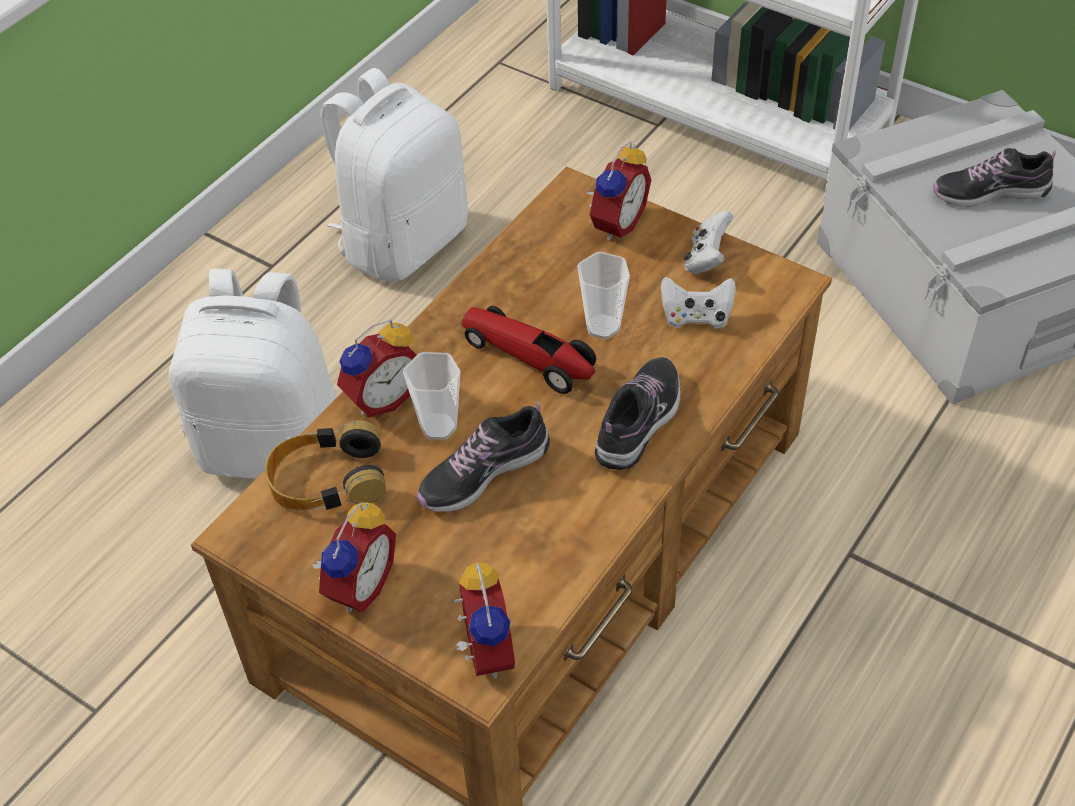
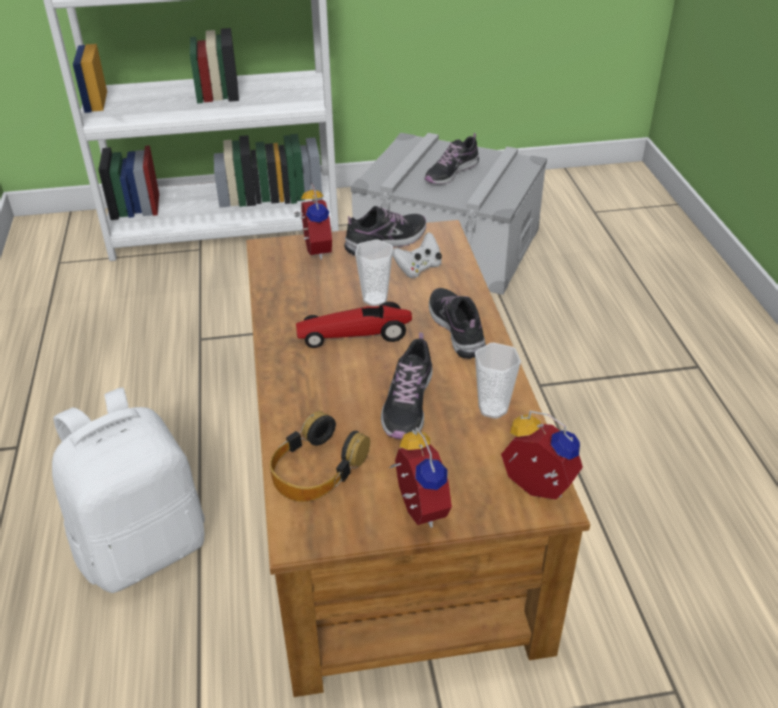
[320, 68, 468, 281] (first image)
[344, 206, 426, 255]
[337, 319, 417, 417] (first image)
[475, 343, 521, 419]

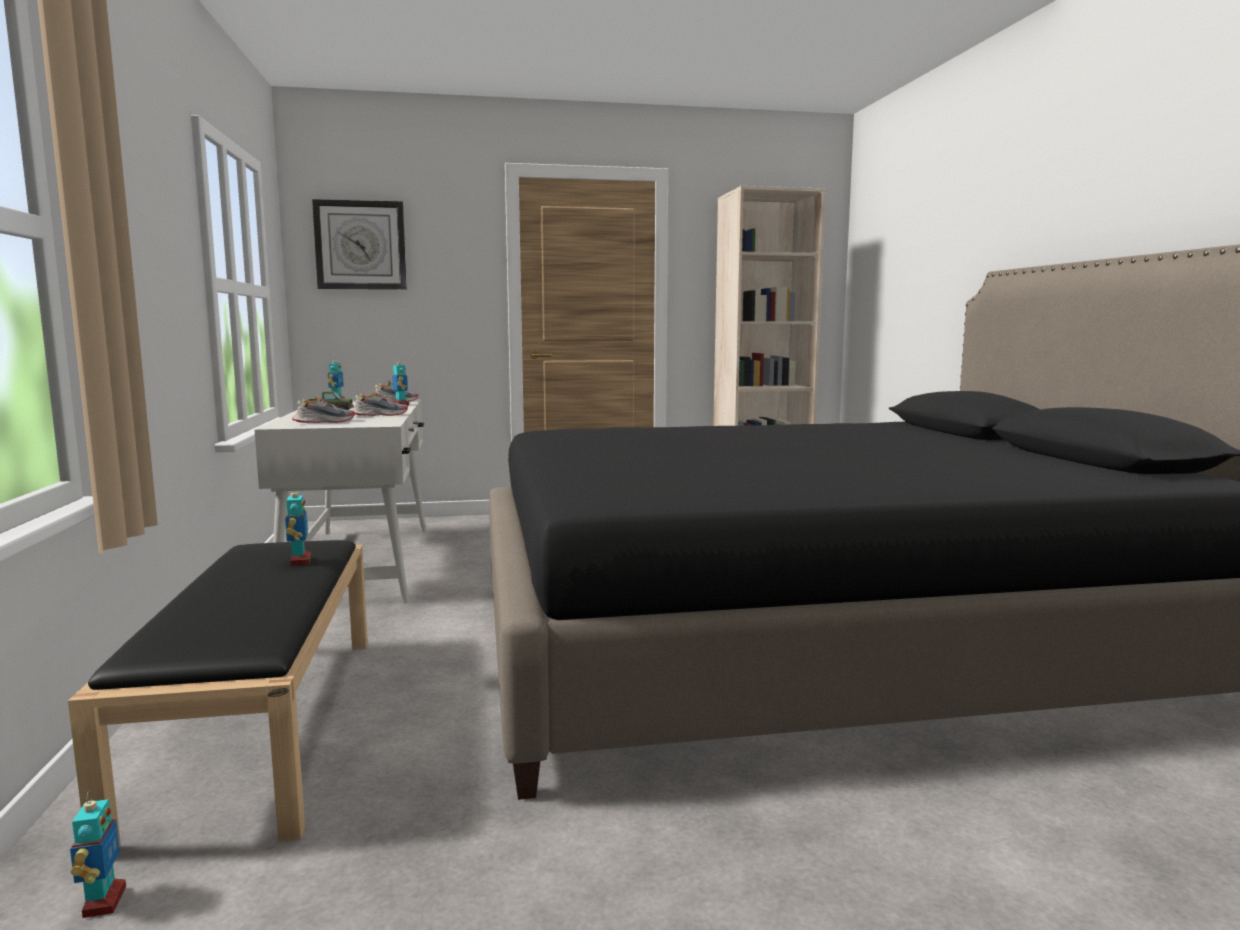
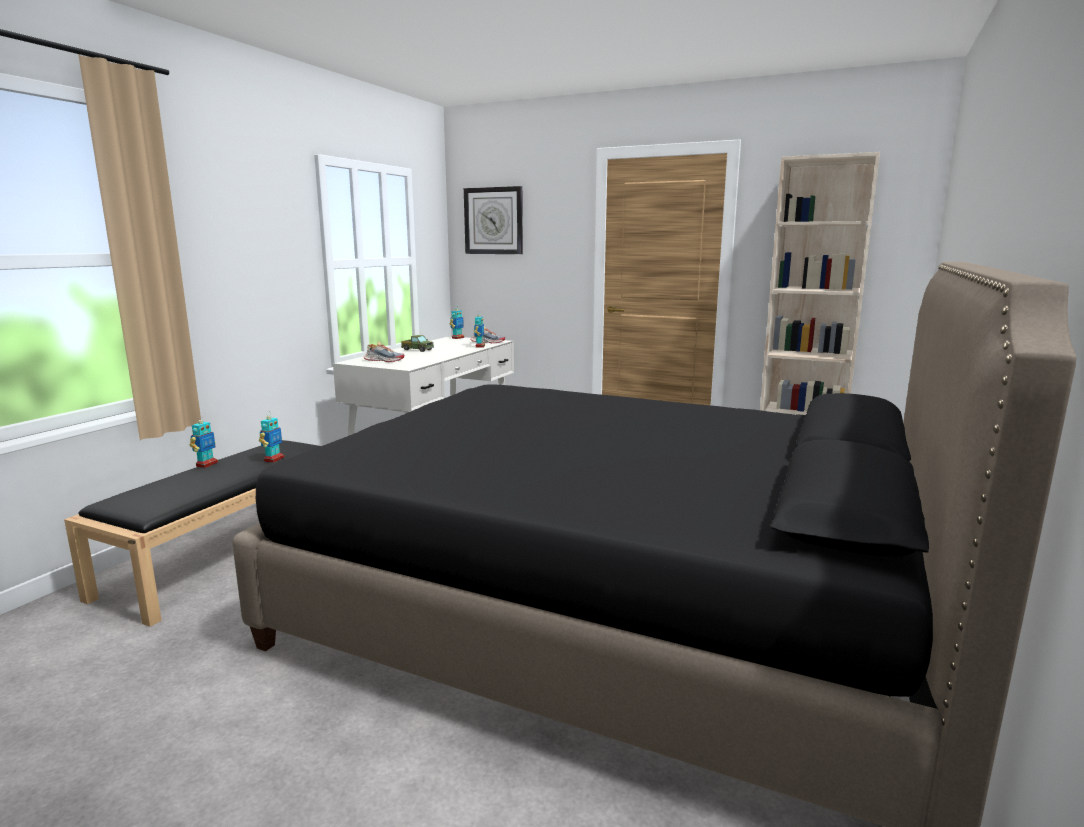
[352, 390, 408, 416] (first image)
[190, 415, 218, 468]

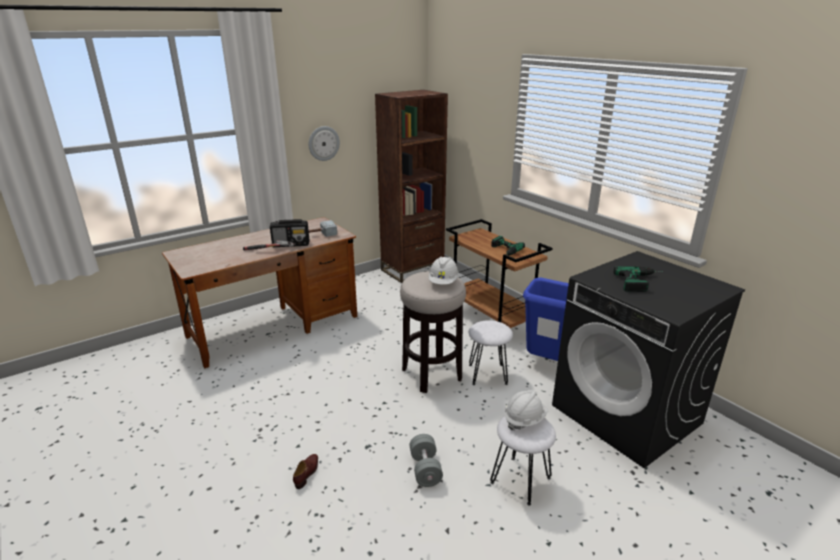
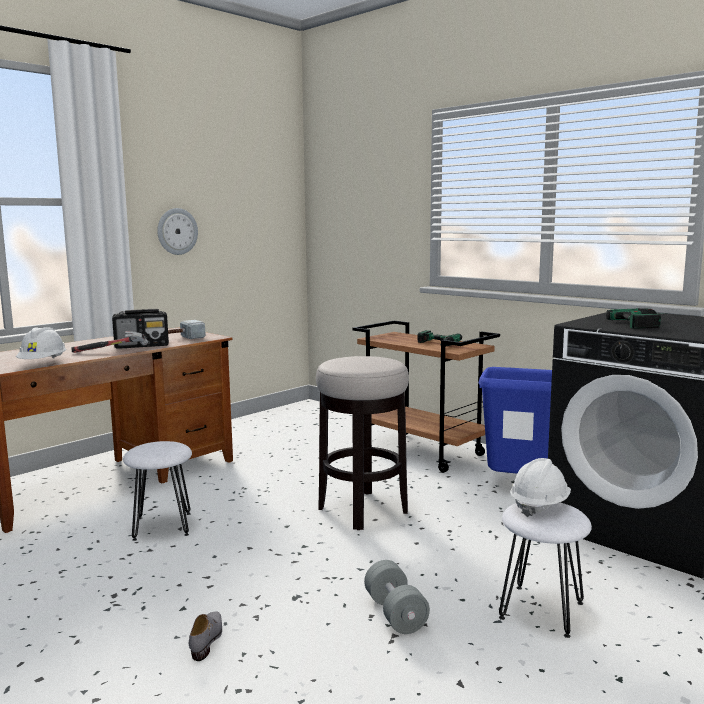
[375, 90, 448, 283] (first image)
[16, 327, 66, 359]
[123, 441, 192, 541]
[189, 612, 222, 661]

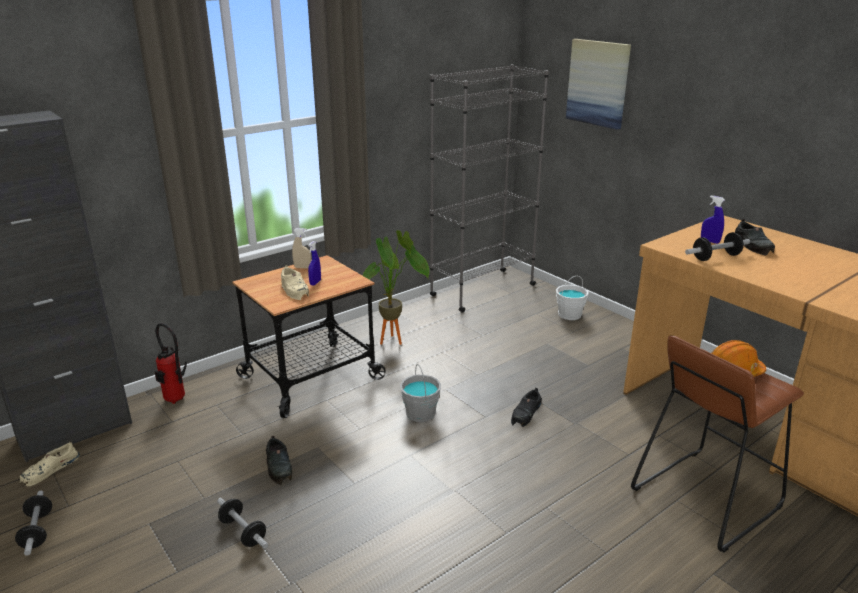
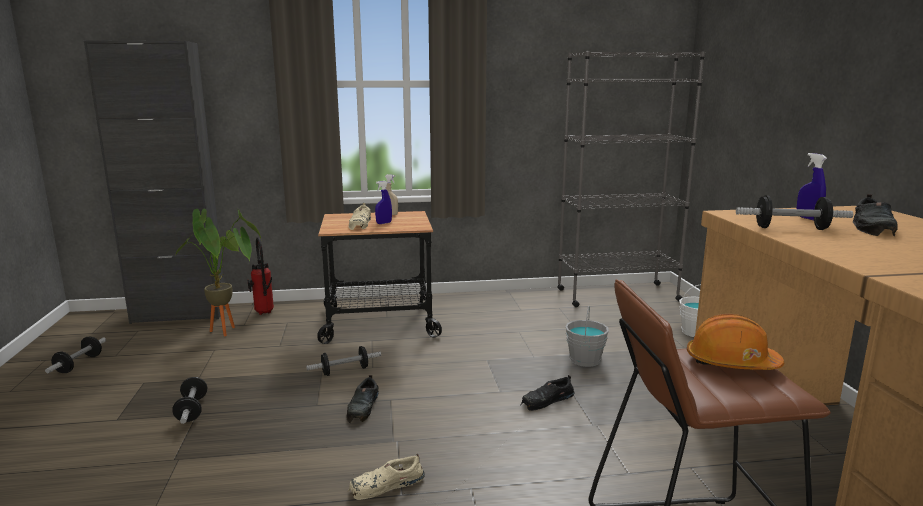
[566, 39, 631, 130] (first image)
[176, 208, 261, 336]
[565, 306, 609, 367]
[346, 375, 379, 423]
[348, 454, 425, 500]
[306, 346, 381, 376]

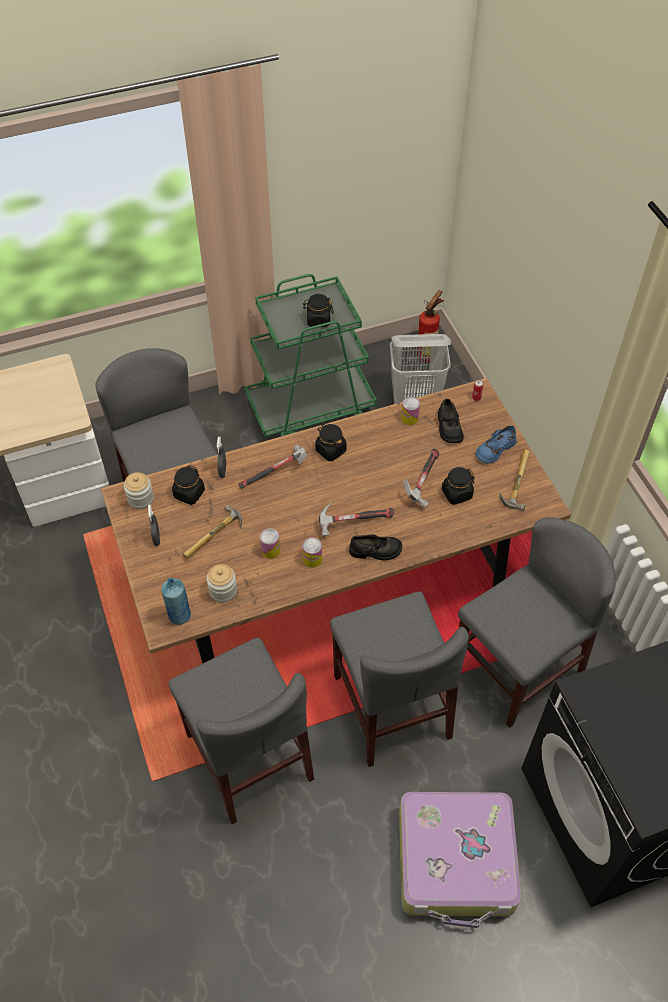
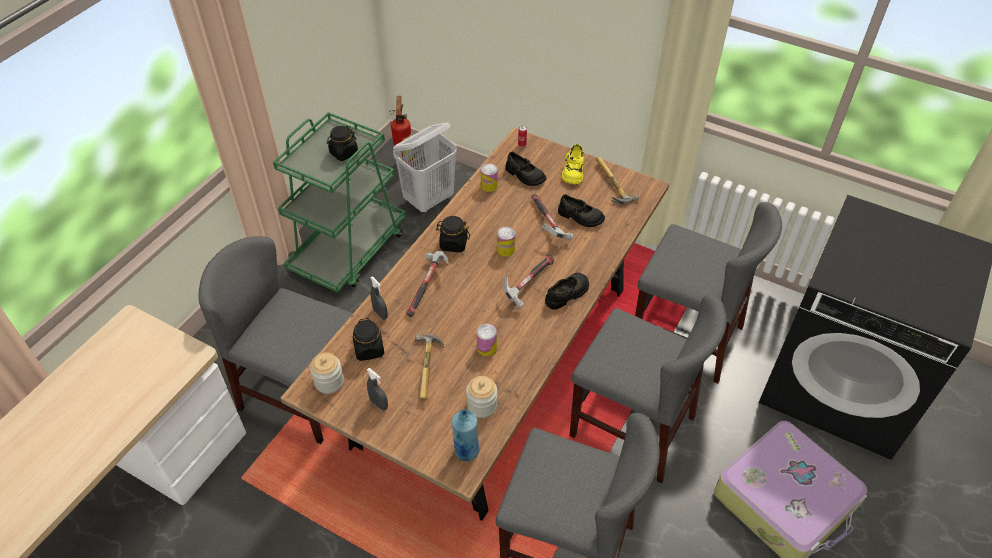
[562, 144, 584, 184]
[558, 194, 605, 227]
[635, 202, 782, 384]
[497, 227, 515, 257]

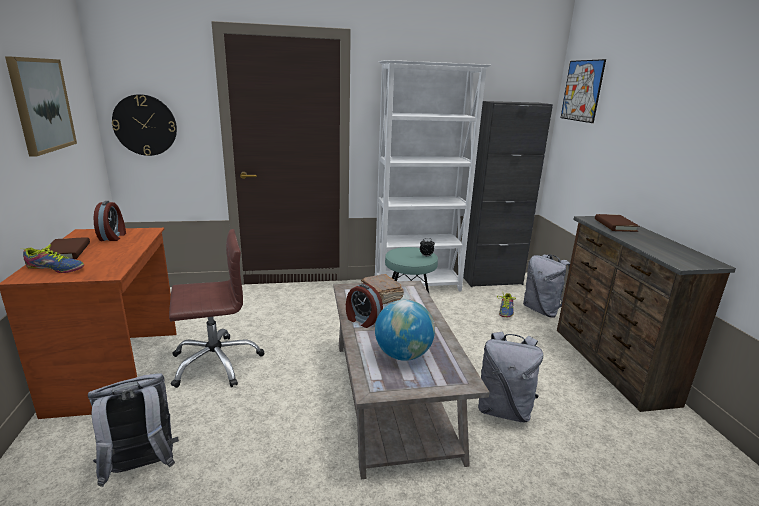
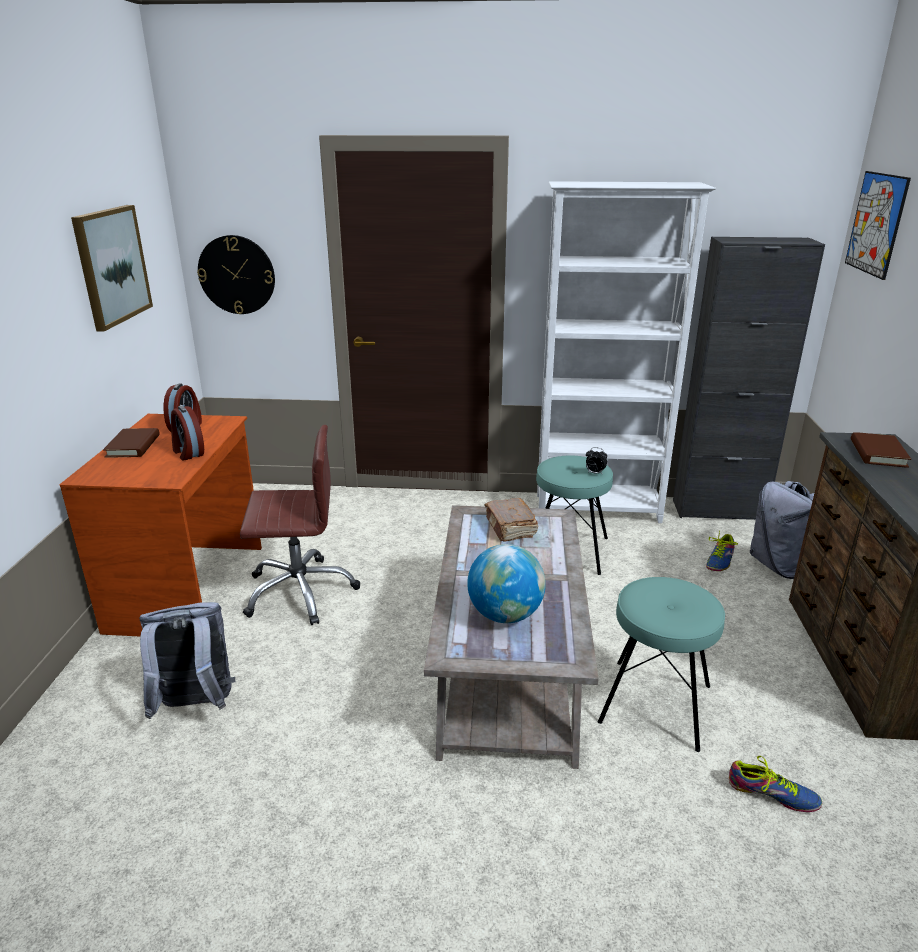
[729, 756, 822, 812]
[171, 406, 204, 461]
[598, 577, 725, 752]

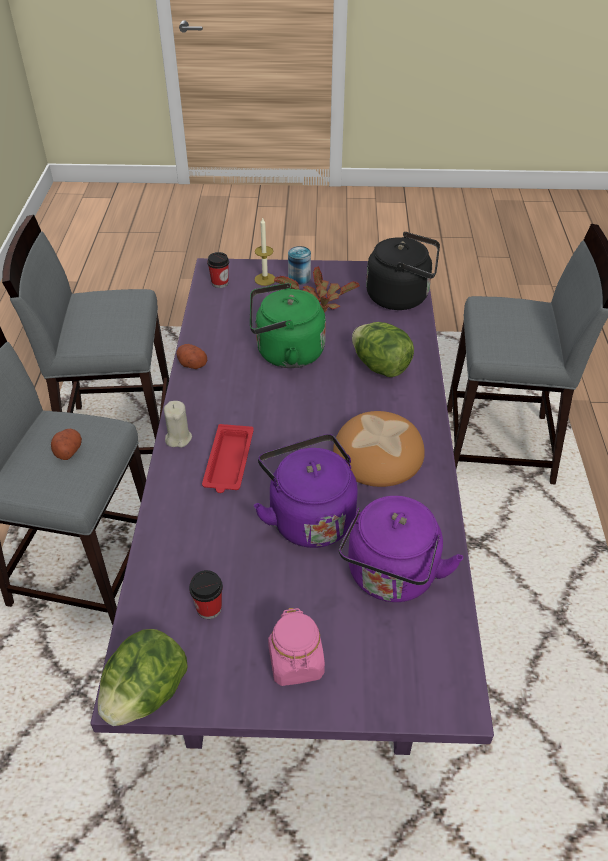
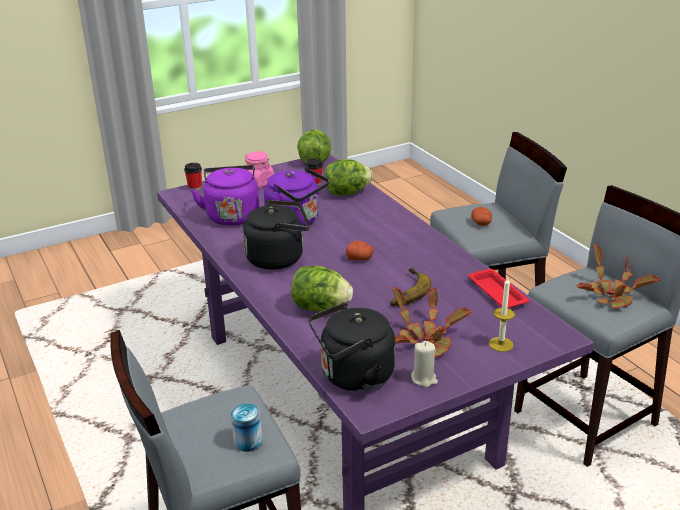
[231, 403, 262, 452]
[184, 163, 202, 191]
[390, 267, 431, 306]
[346, 241, 374, 260]
[411, 341, 438, 387]
[243, 200, 310, 270]
[468, 269, 530, 308]
[324, 159, 373, 196]
[576, 244, 660, 309]

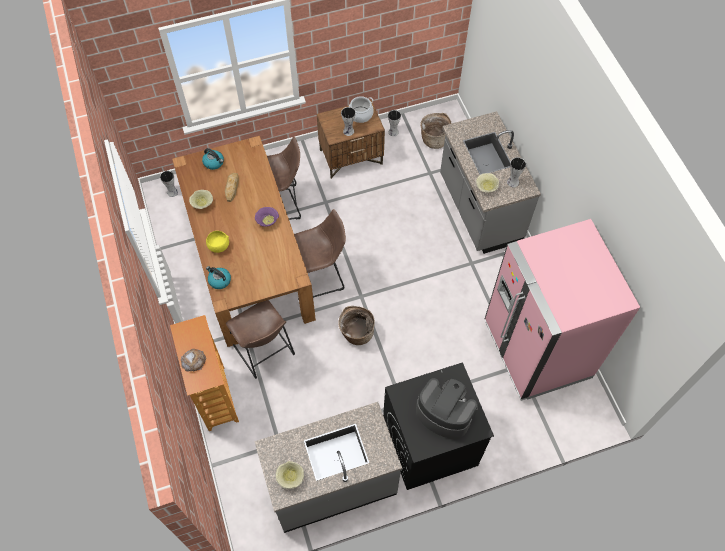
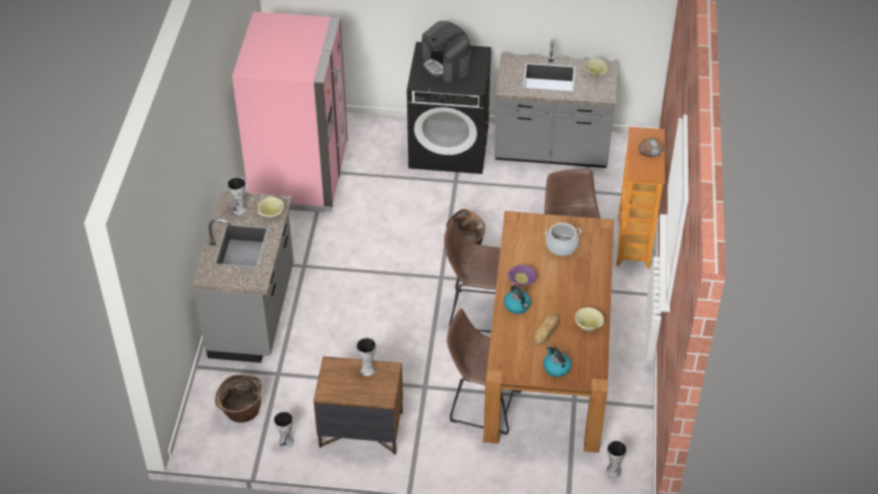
[545, 223, 581, 256]
[206, 231, 229, 253] (first image)
[504, 285, 531, 314]

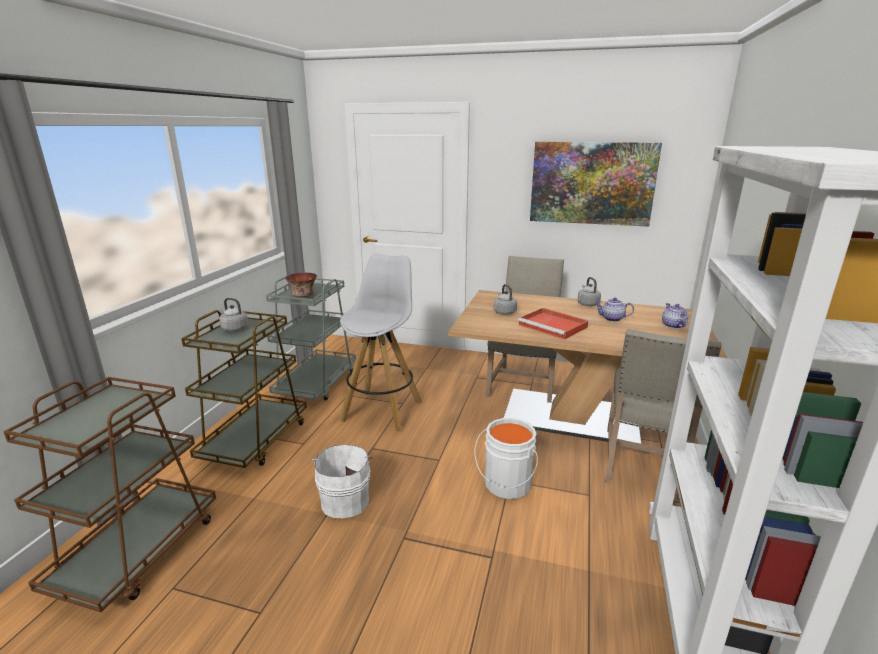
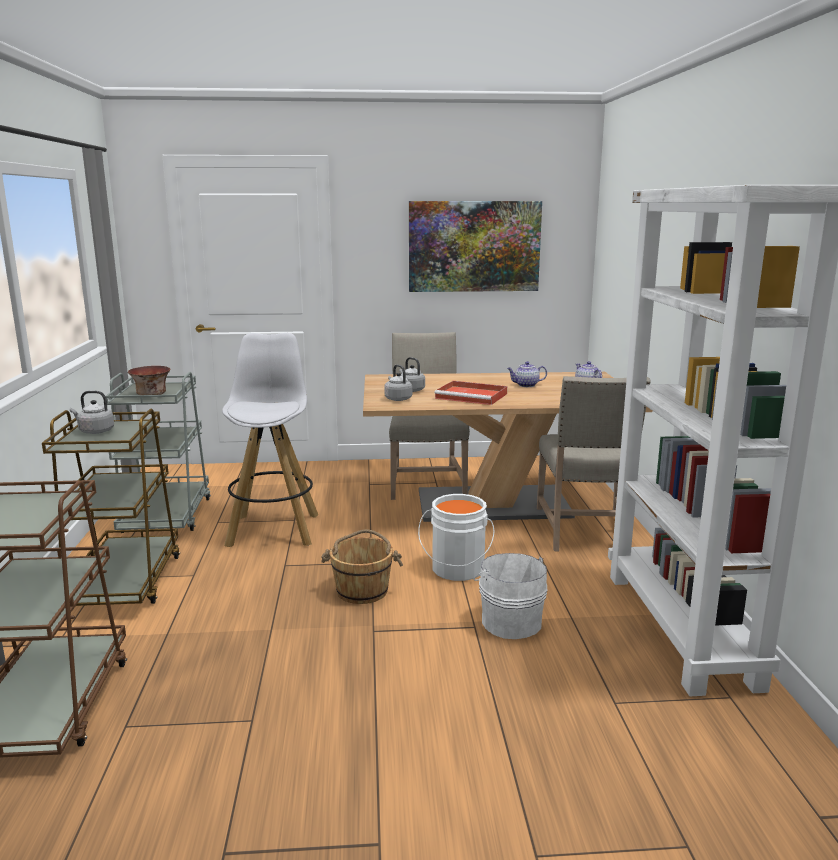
[384, 364, 412, 401]
[473, 553, 548, 639]
[321, 529, 403, 604]

